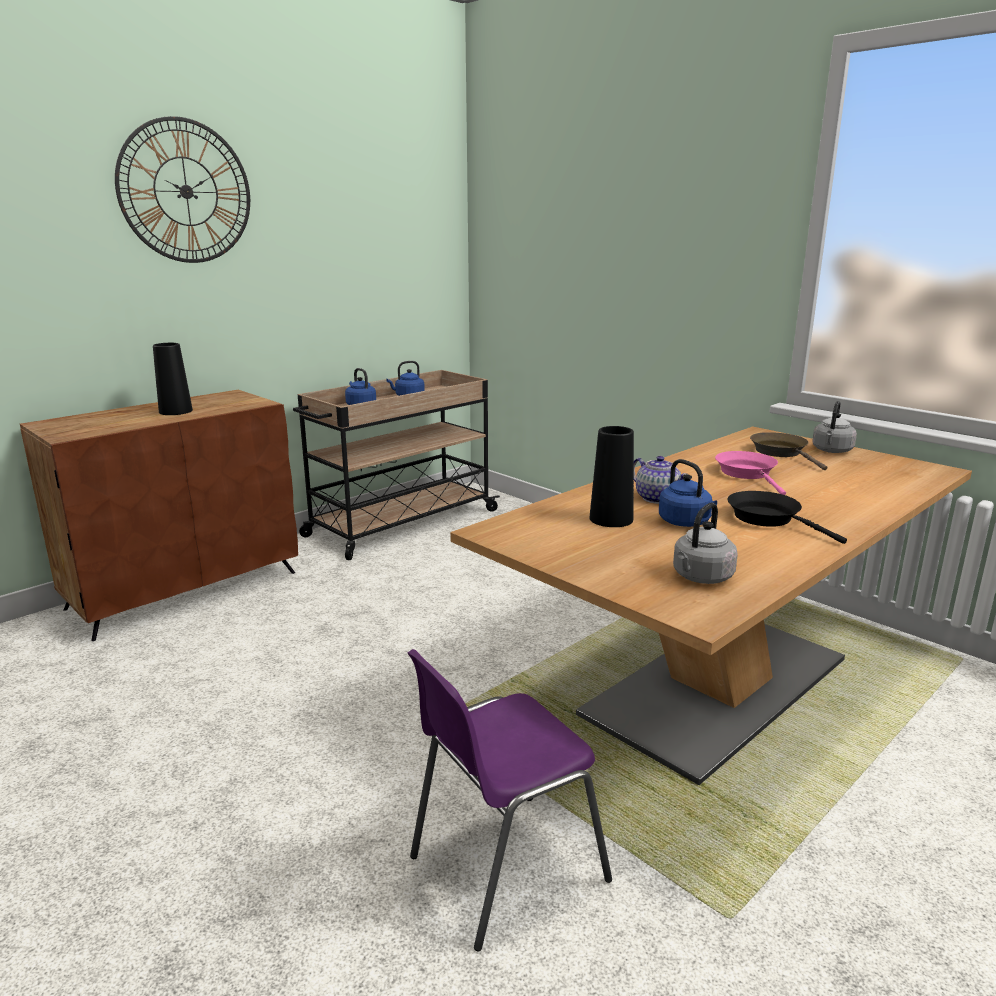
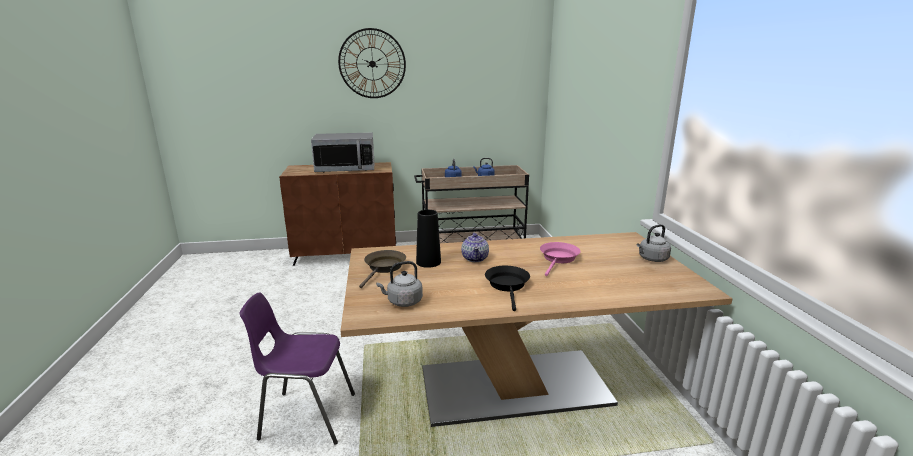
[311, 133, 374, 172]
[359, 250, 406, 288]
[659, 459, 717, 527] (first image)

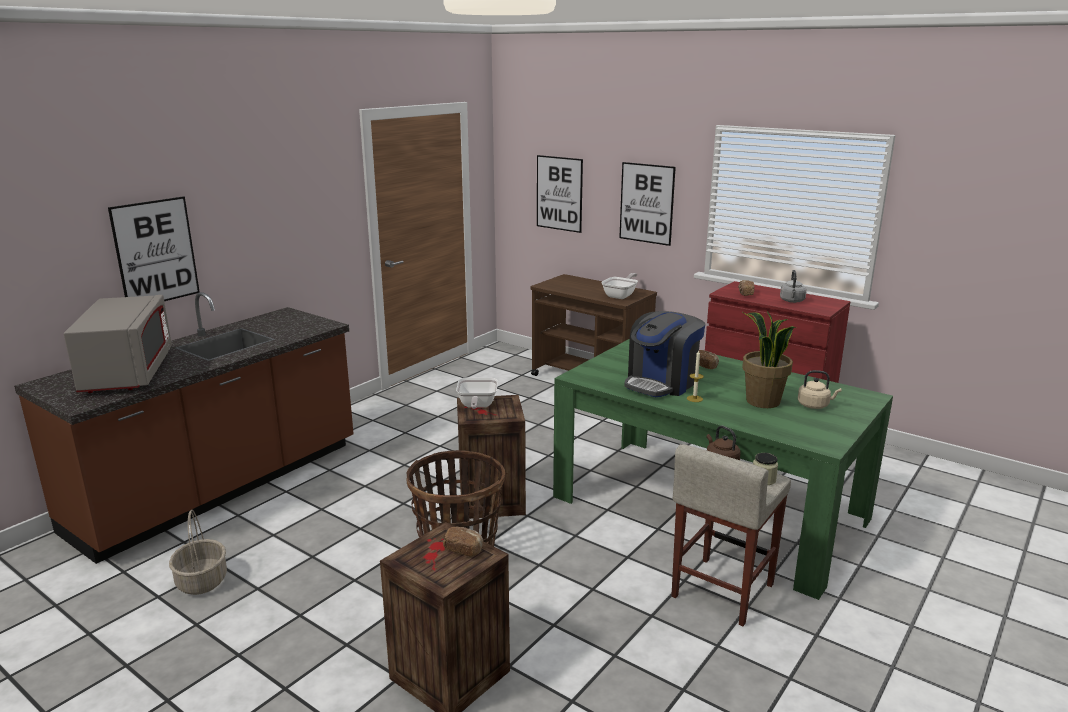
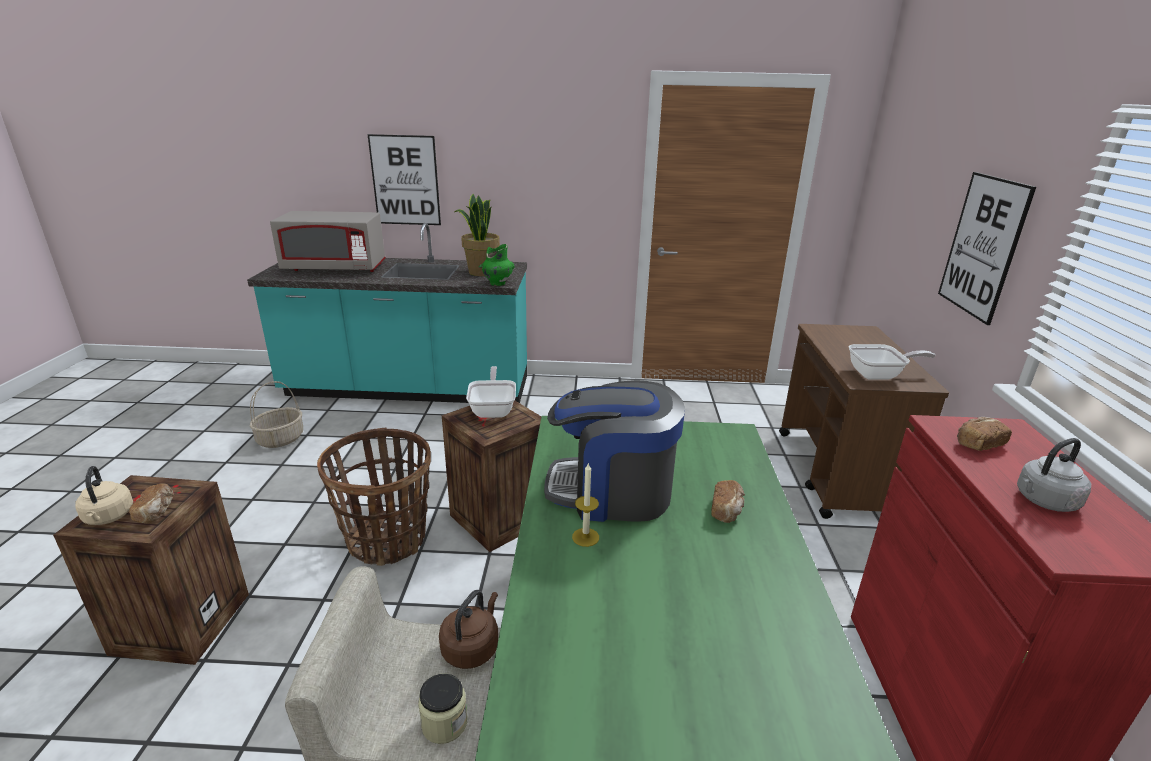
[537, 155, 583, 233] (first image)
[247, 223, 527, 403]
[270, 211, 385, 272]
[455, 194, 500, 276]
[75, 466, 133, 525]
[466, 366, 516, 418]
[479, 244, 515, 286]

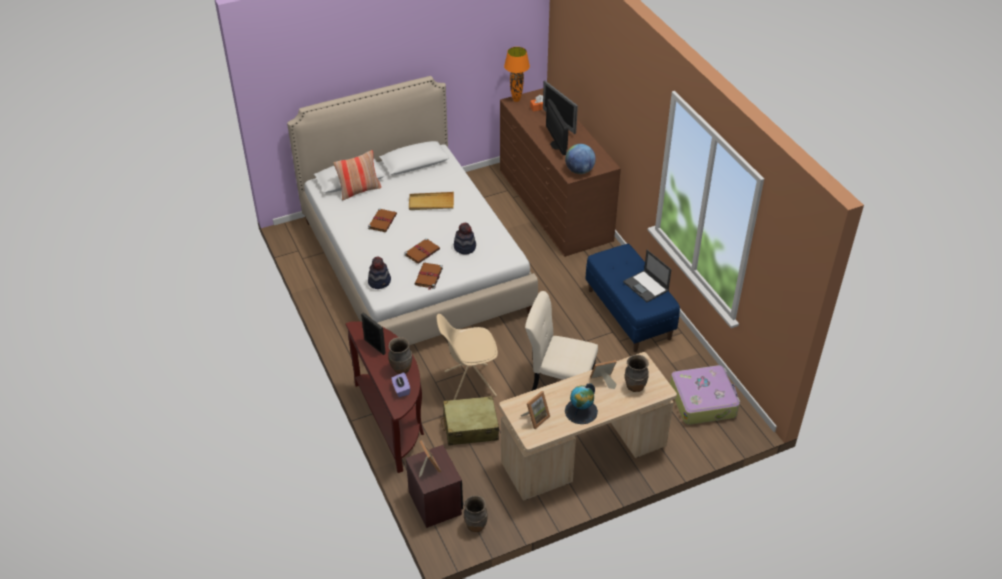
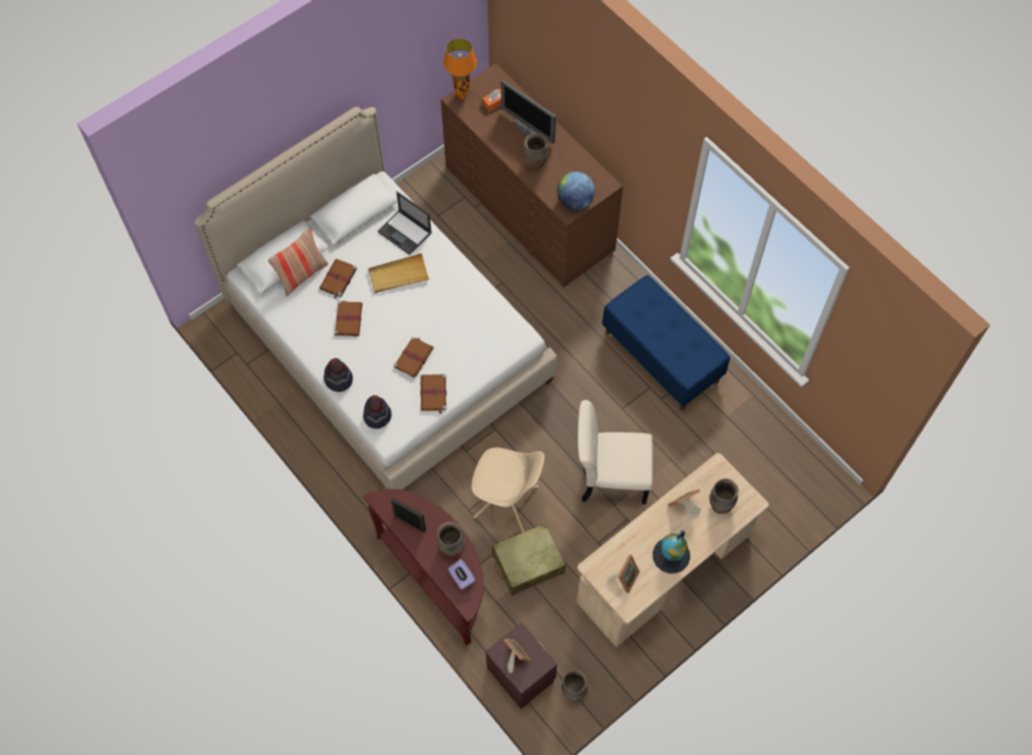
[523, 133, 548, 170]
[324, 358, 353, 392]
[378, 192, 432, 255]
[472, 448, 545, 533]
[670, 365, 740, 425] (first image)
[319, 259, 357, 299]

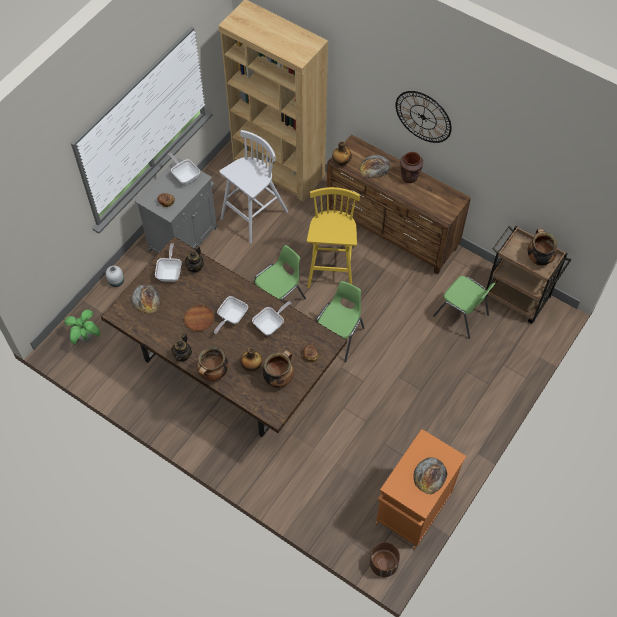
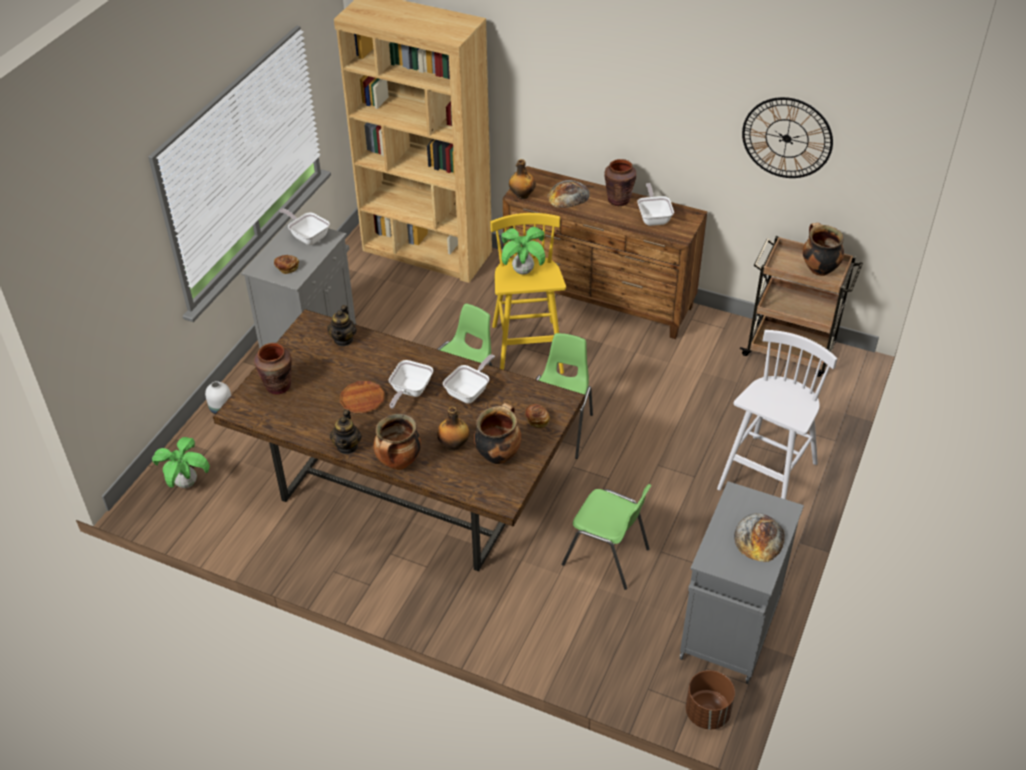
[742, 97, 833, 178]
[717, 330, 838, 499]
[637, 183, 674, 226]
[562, 484, 652, 590]
[254, 343, 292, 395]
[680, 481, 804, 684]
[502, 227, 545, 275]

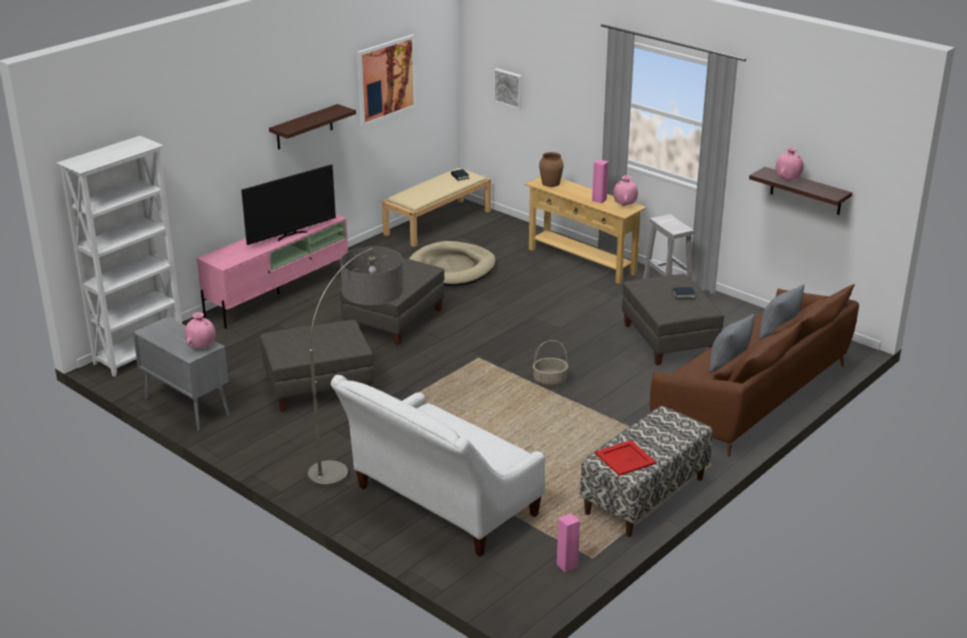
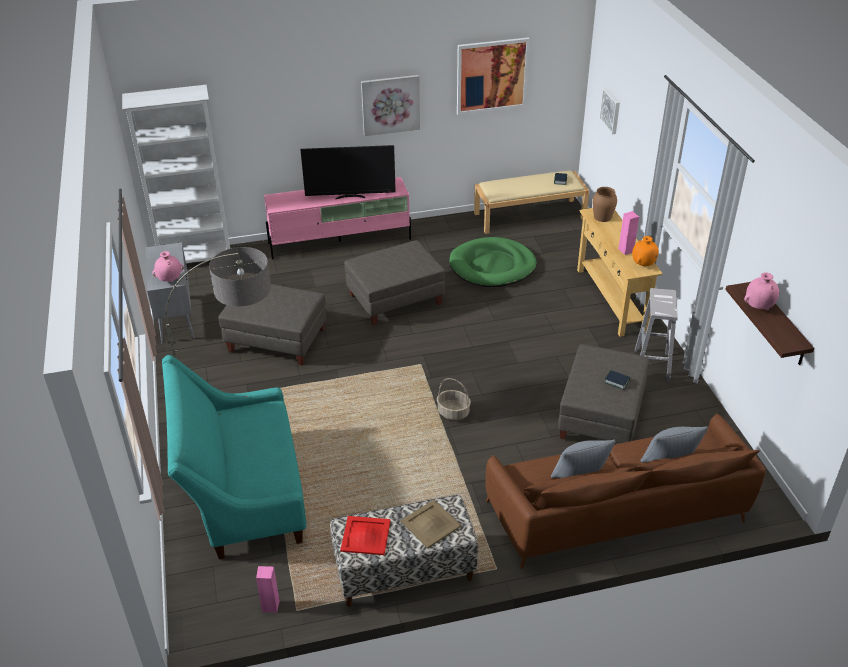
[361, 75, 420, 136]
[632, 236, 658, 266]
[450, 237, 537, 287]
[162, 355, 306, 560]
[401, 500, 461, 548]

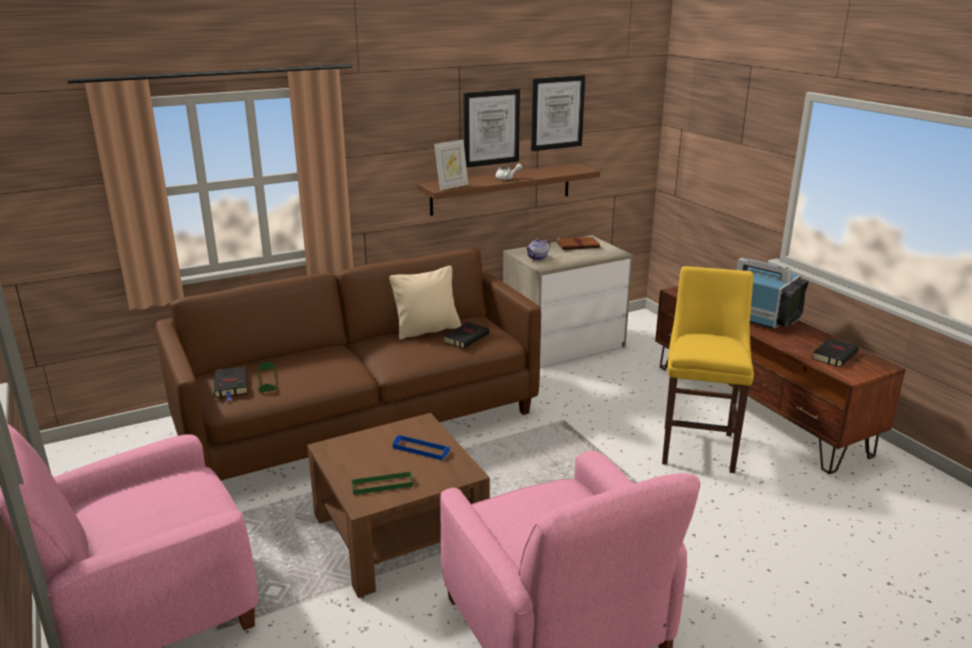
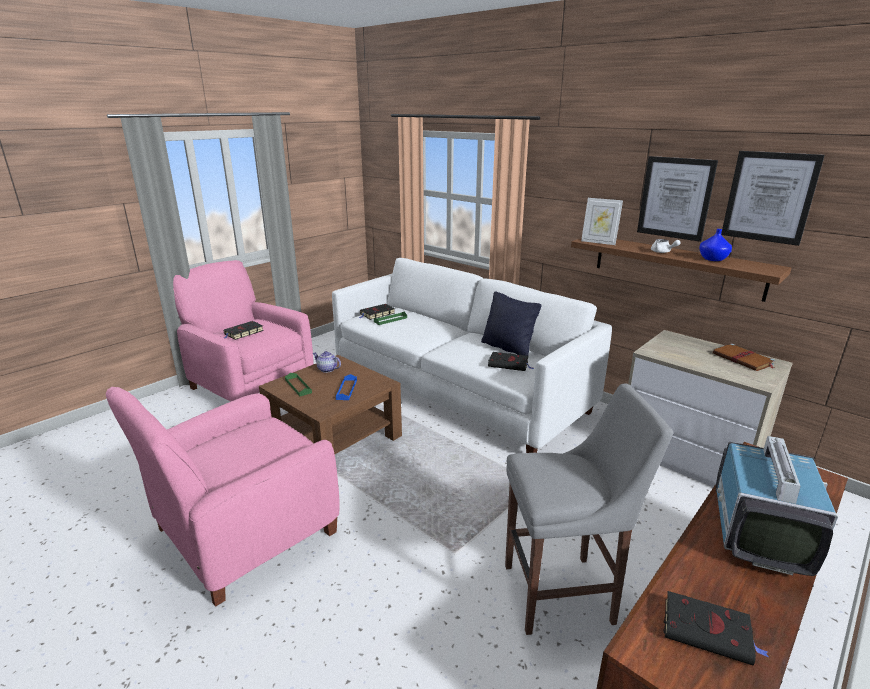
[313, 351, 341, 373]
[332, 258, 612, 453]
[481, 291, 541, 356]
[505, 383, 673, 635]
[699, 229, 732, 261]
[224, 321, 264, 340]

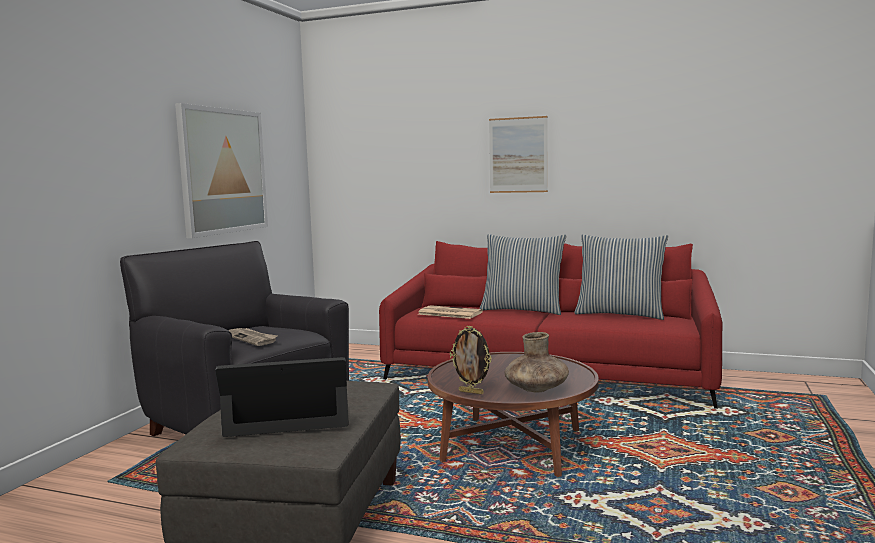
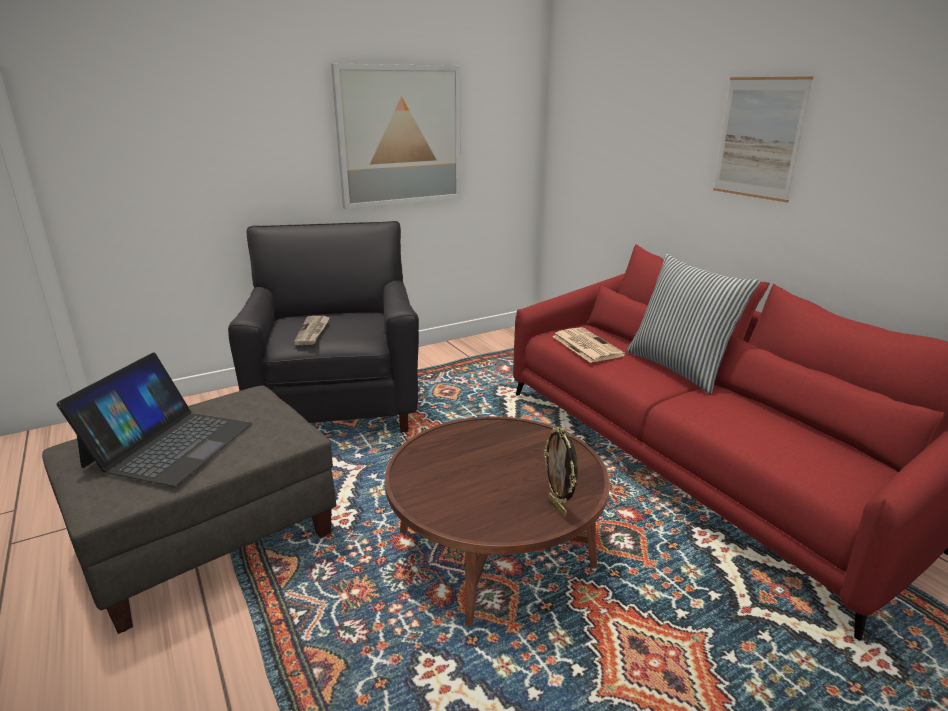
[574, 235, 668, 320] (first image)
[544, 427, 578, 516]
[505, 332, 569, 392] (first image)
[57, 353, 252, 486]

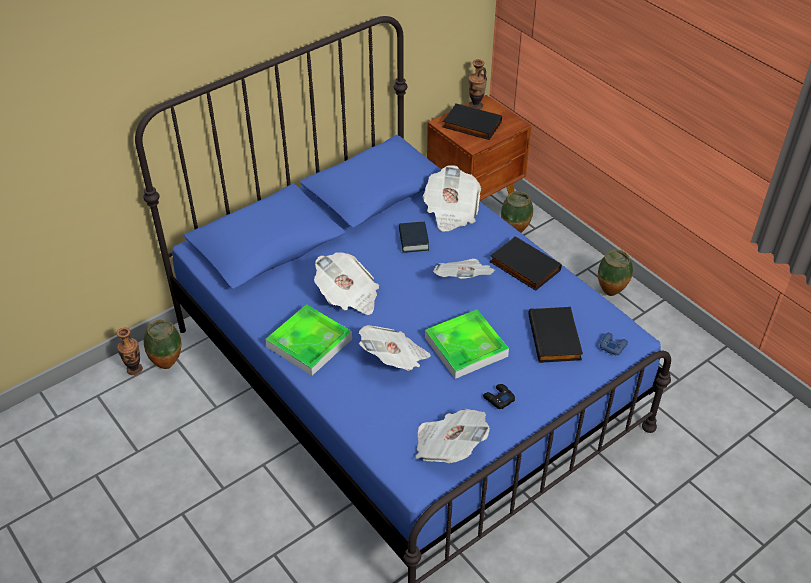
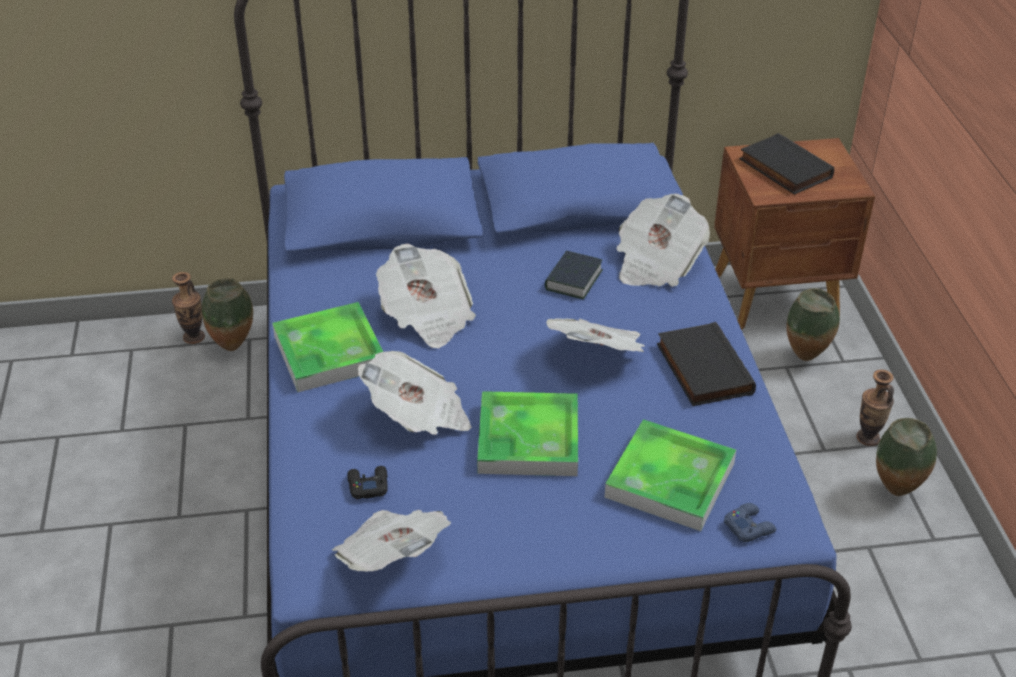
[856, 369, 894, 446]
[604, 419, 736, 531]
[347, 466, 388, 499]

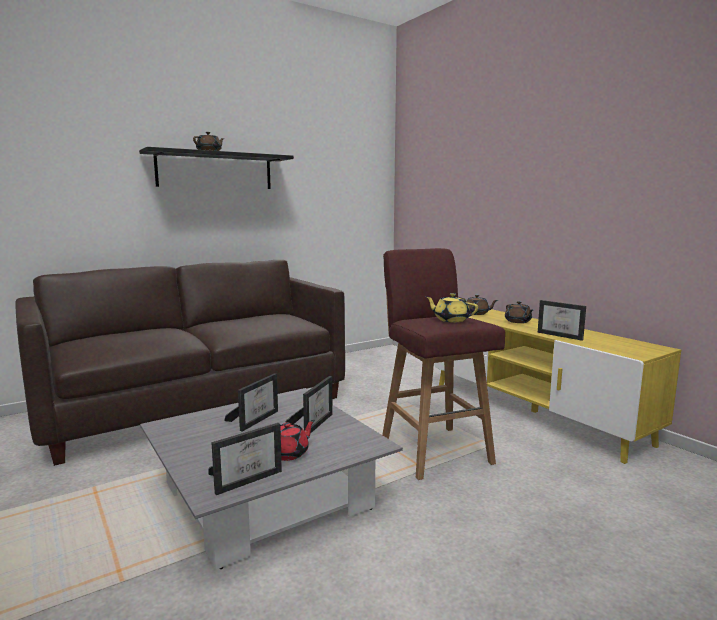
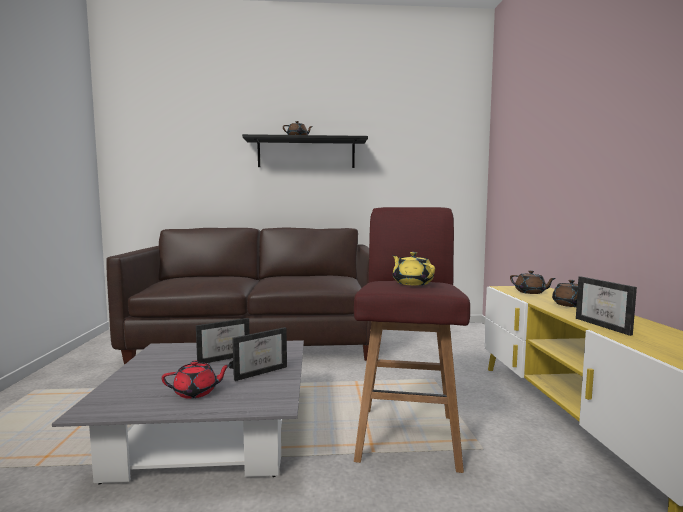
[208, 423, 282, 495] (first image)

